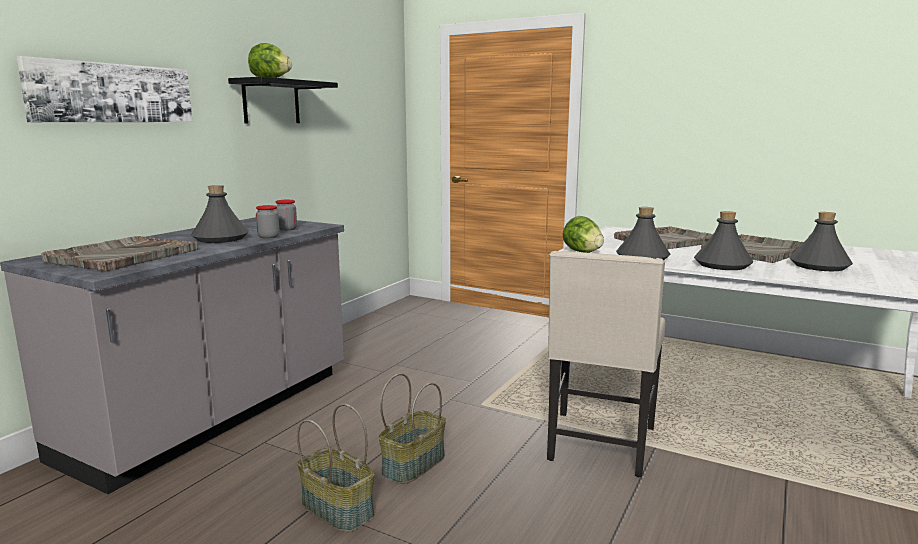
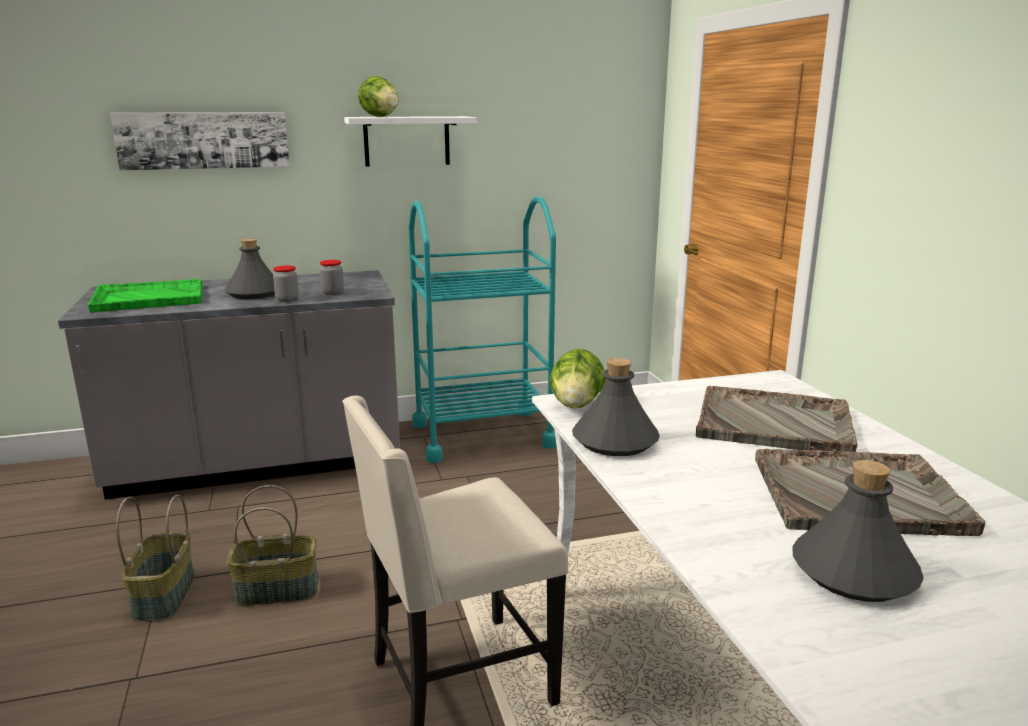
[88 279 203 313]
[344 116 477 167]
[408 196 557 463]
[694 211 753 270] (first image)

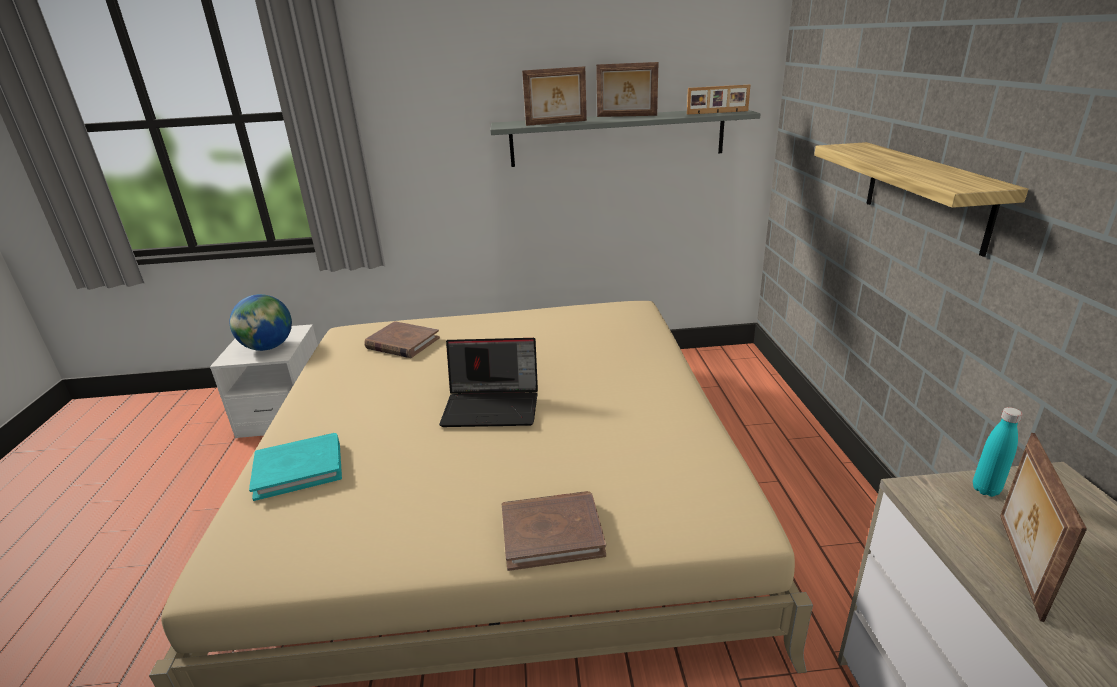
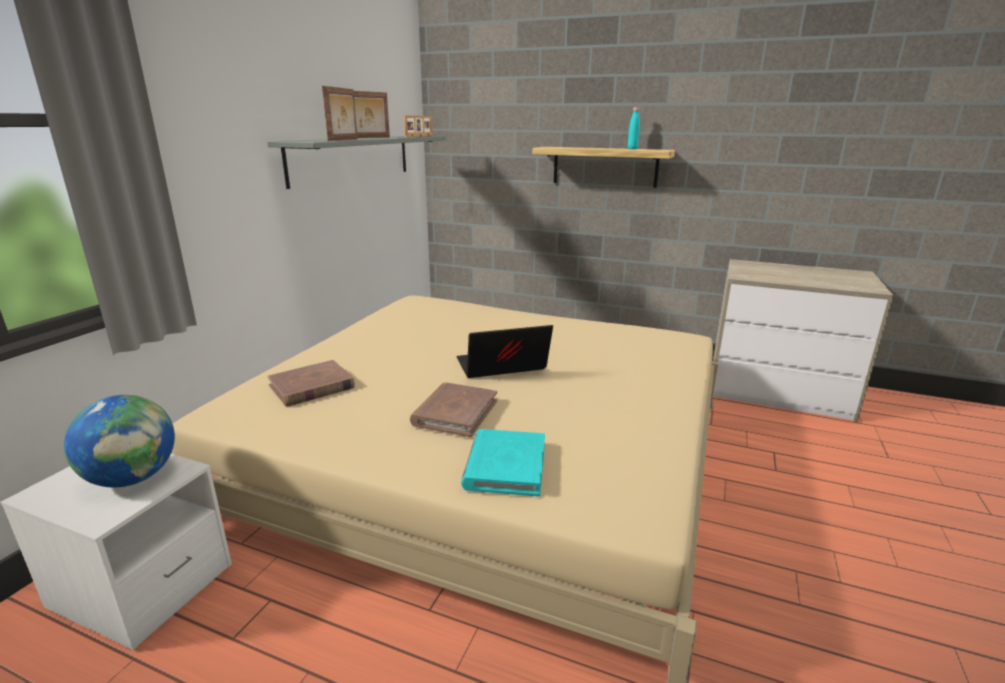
[410 382 497 437]
[456 325 553 378]
[628 107 640 149]
[1000 433 1087 622] (first image)

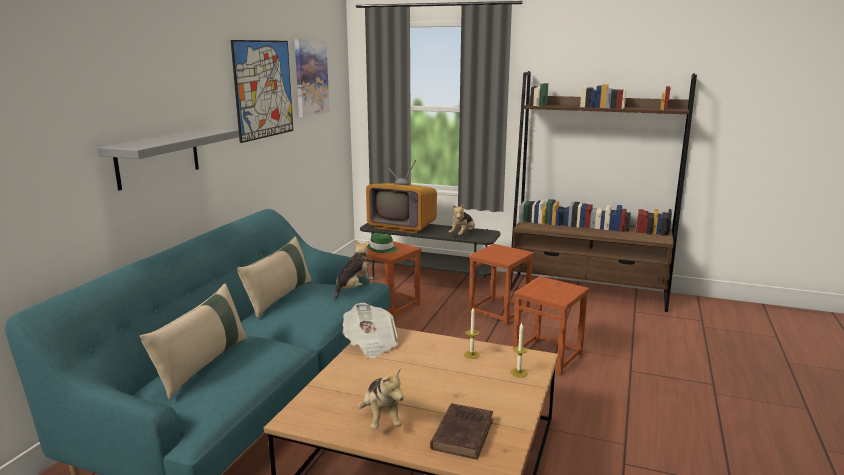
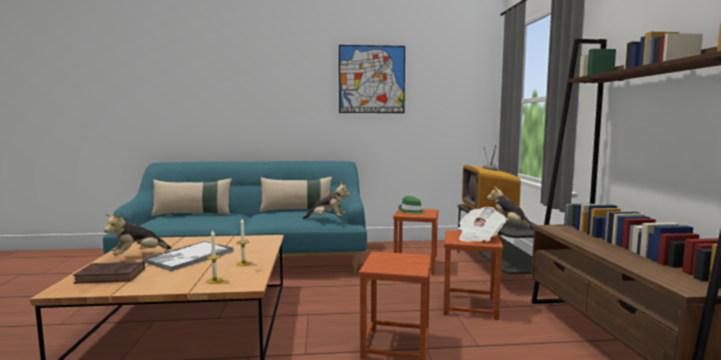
[142 241 234 271]
[458 207 506 242]
[487 186 534 230]
[97 128 239 191] (first image)
[295 40 330 117] (first image)

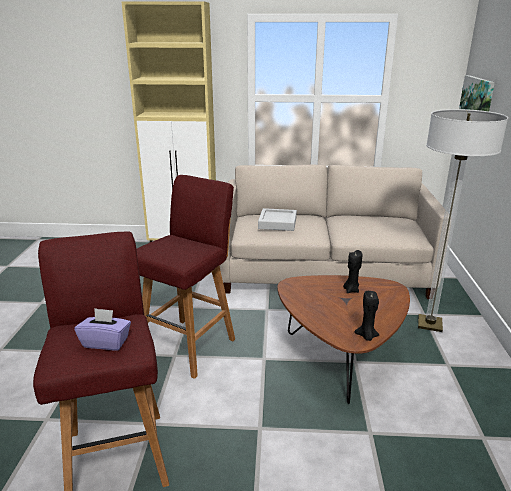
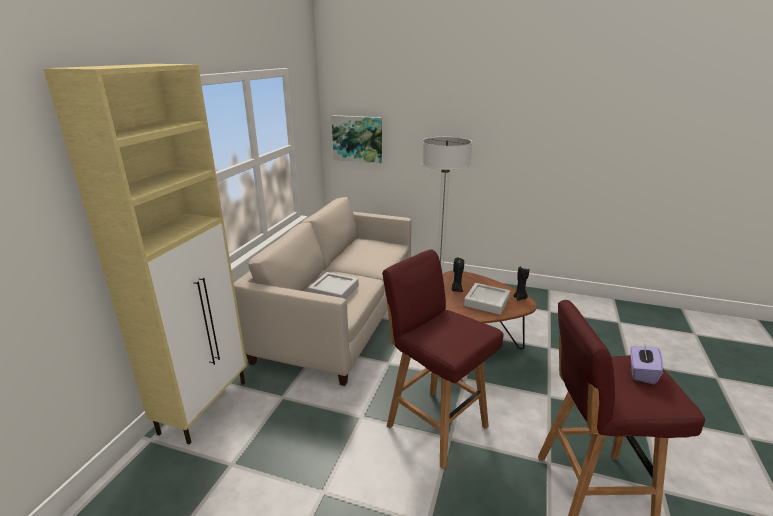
[464 283 510 315]

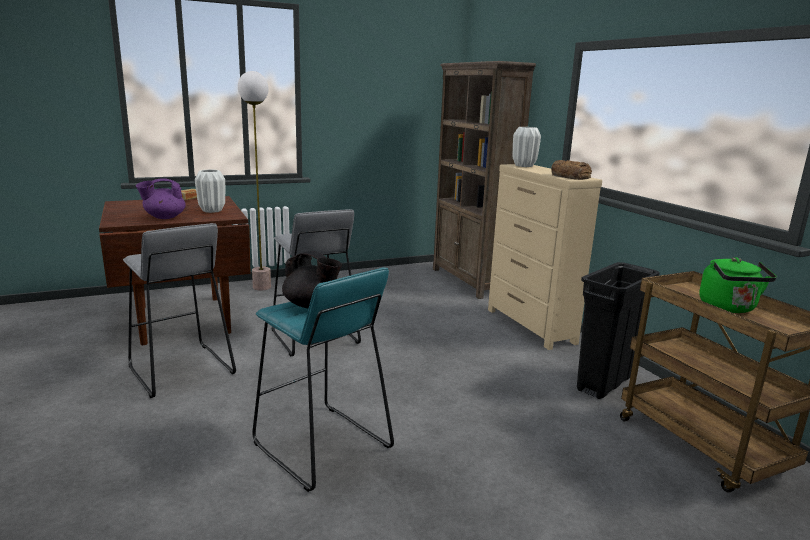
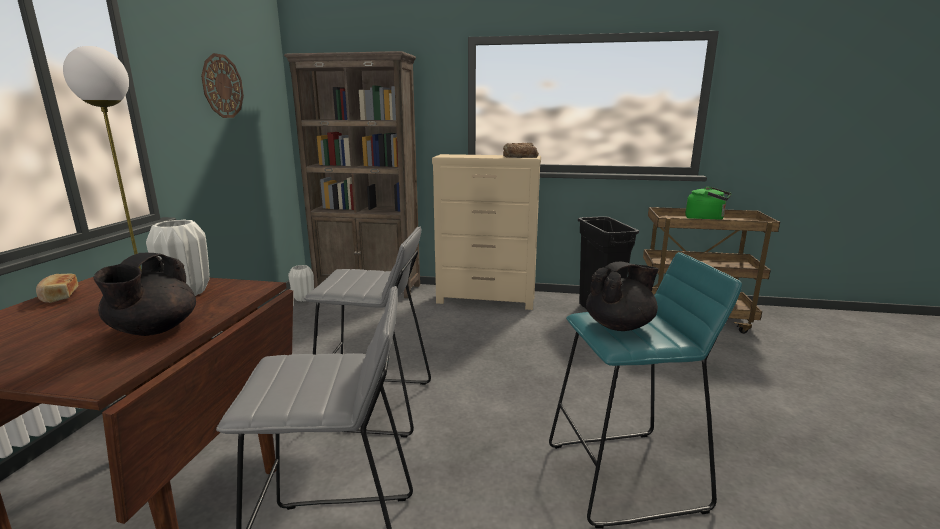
[93 253 196 336]
[201 53 244 118]
[288 265 314 302]

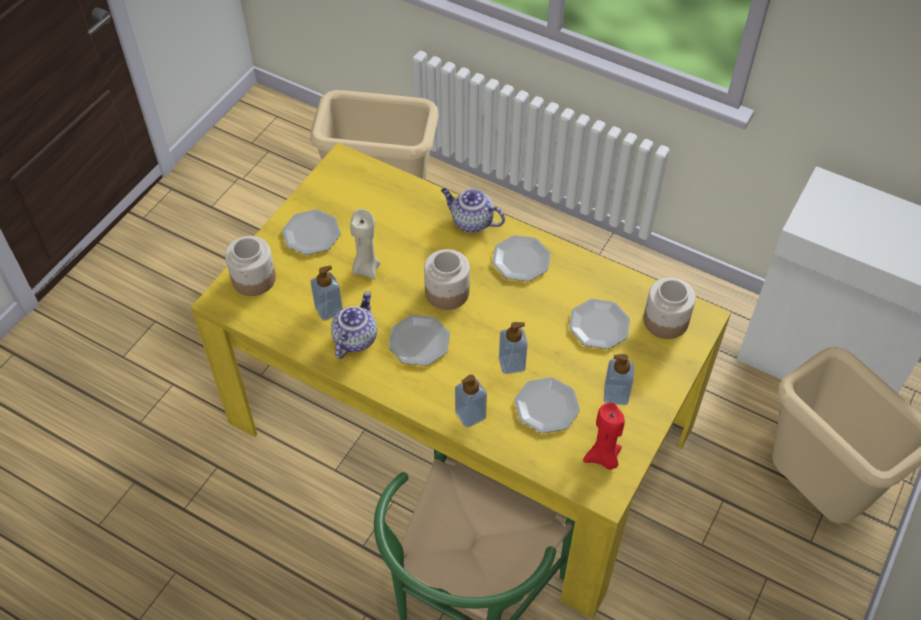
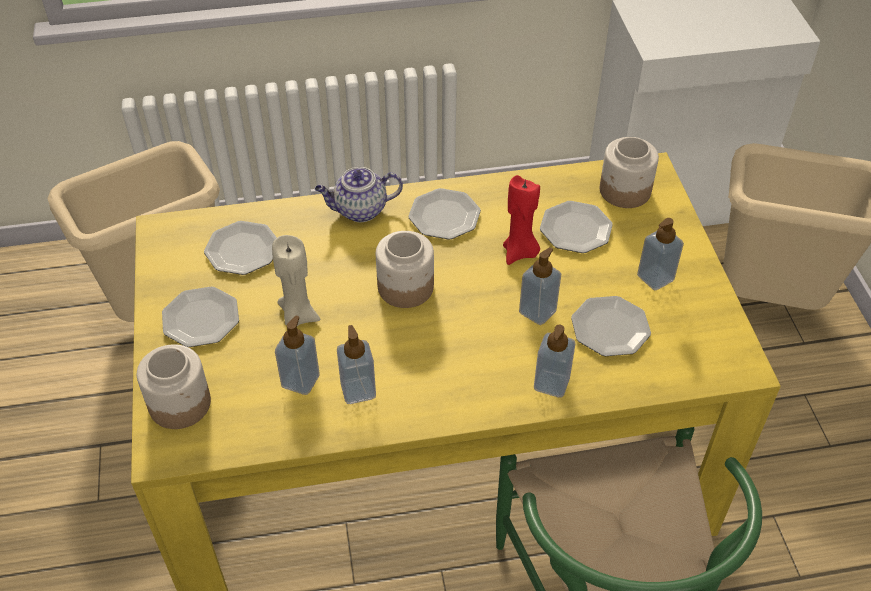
[204 221 277 275]
[337 325 376 404]
[503 175 540 265]

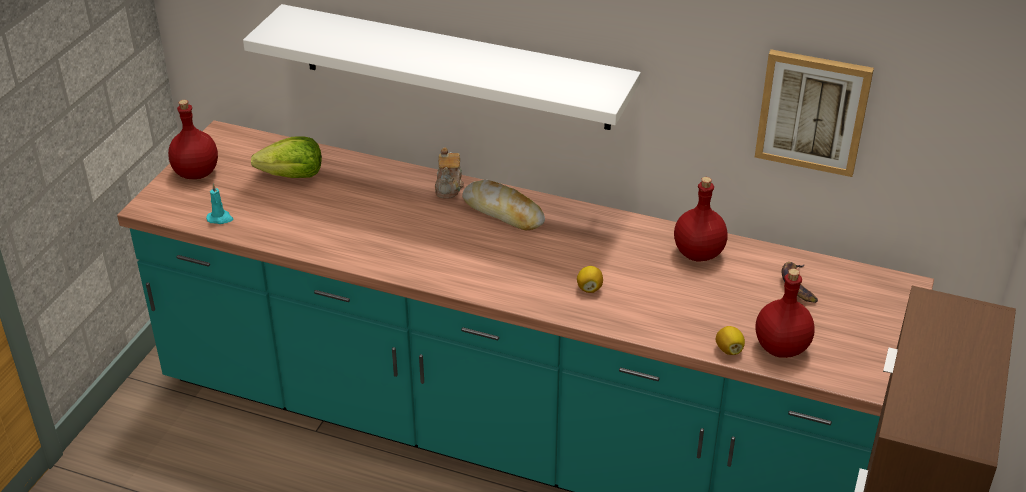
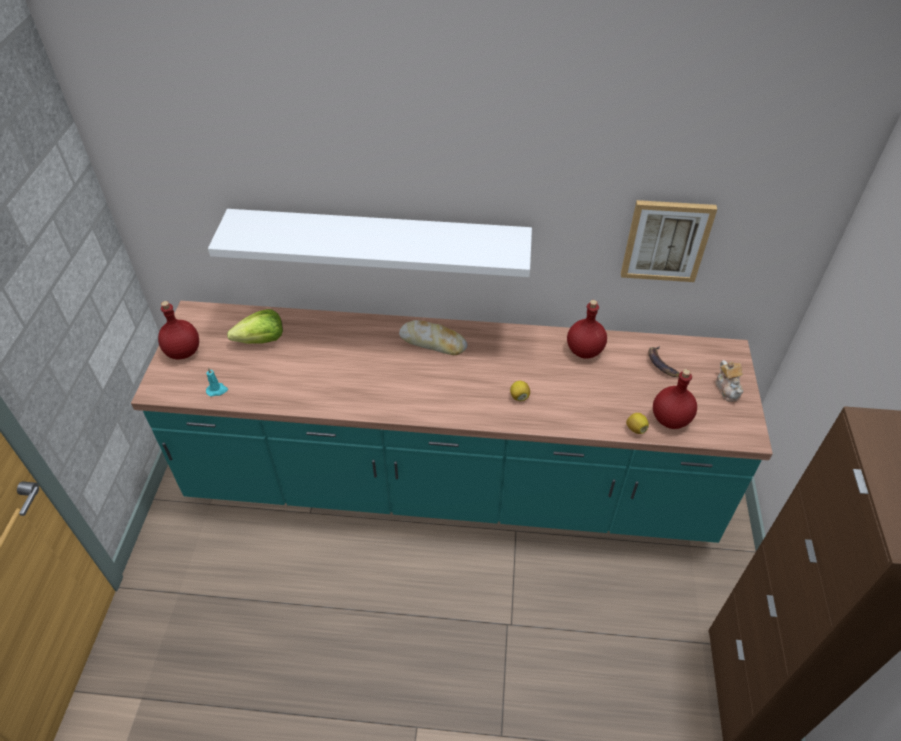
[716 360 743 402]

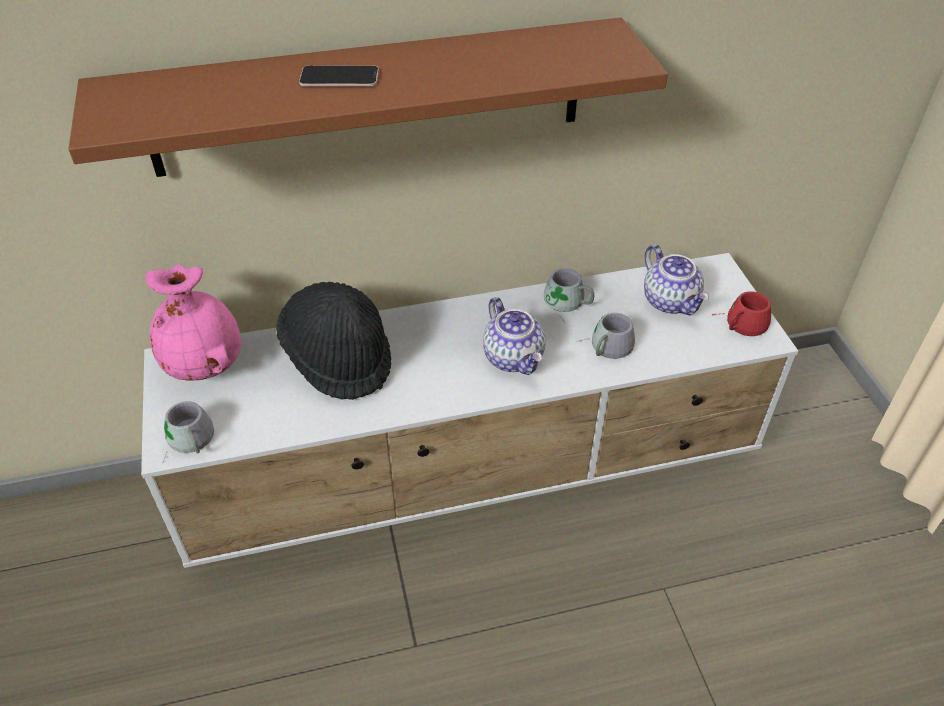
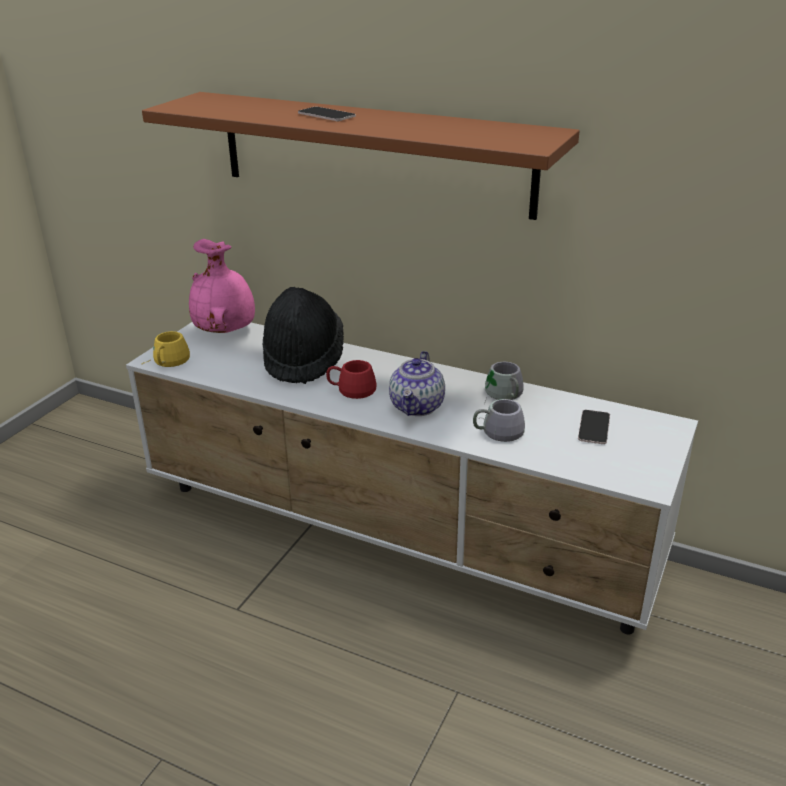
[142 331 190 367]
[326 360 376 399]
[578 410 610 444]

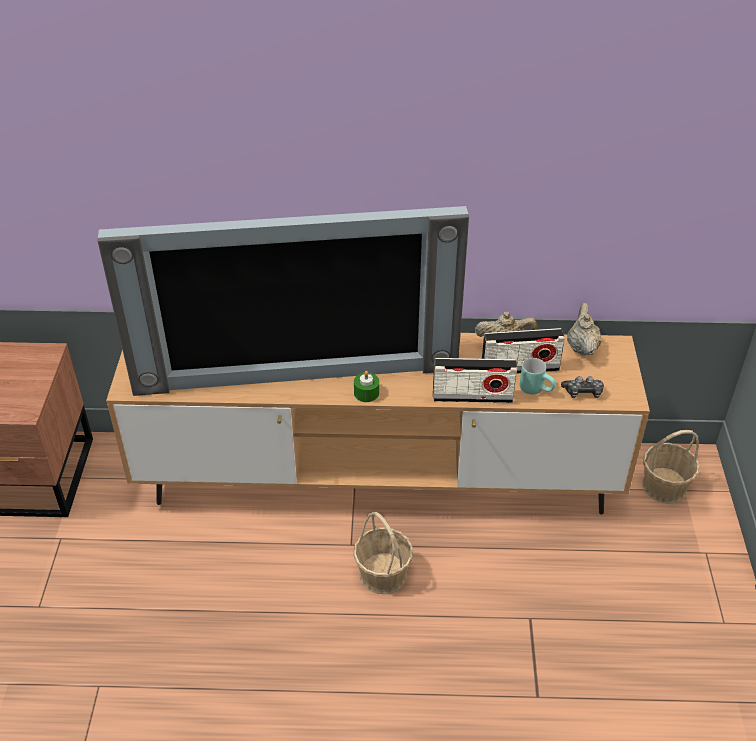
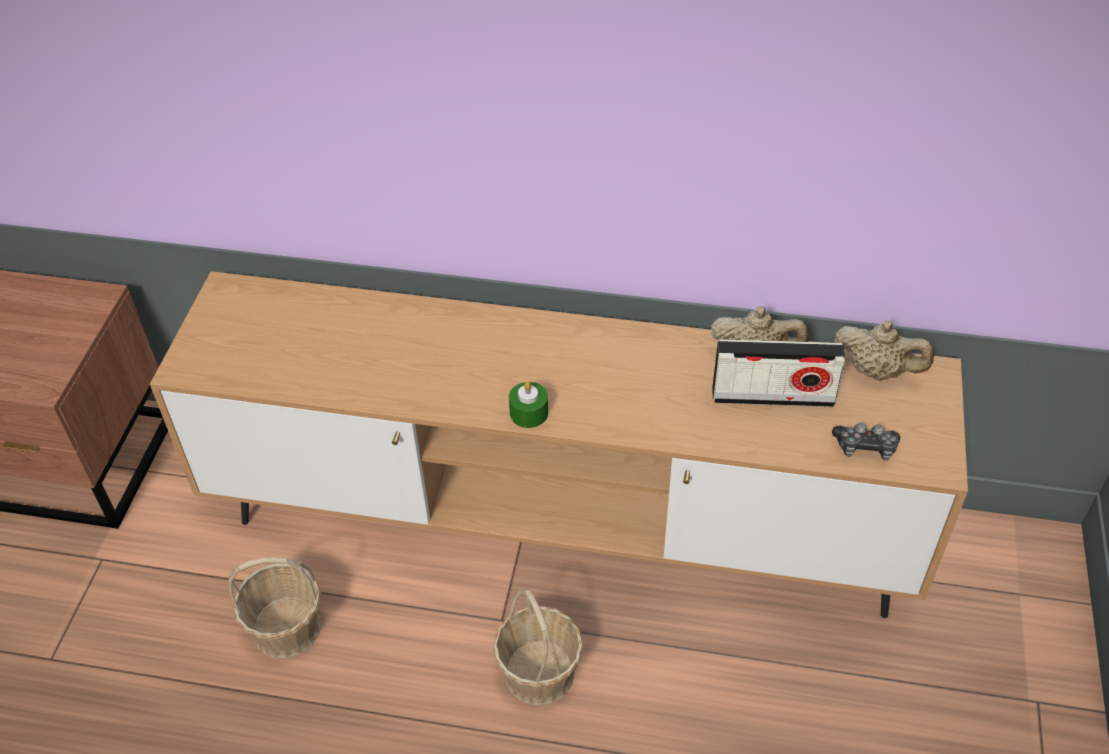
[228 557 321 658]
[834 320 934 381]
[97 206 469 396] (first image)
[433 358 517 403] (first image)
[520 358 556 395] (first image)

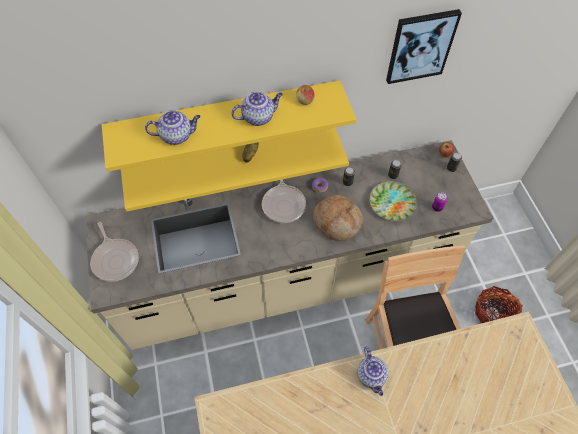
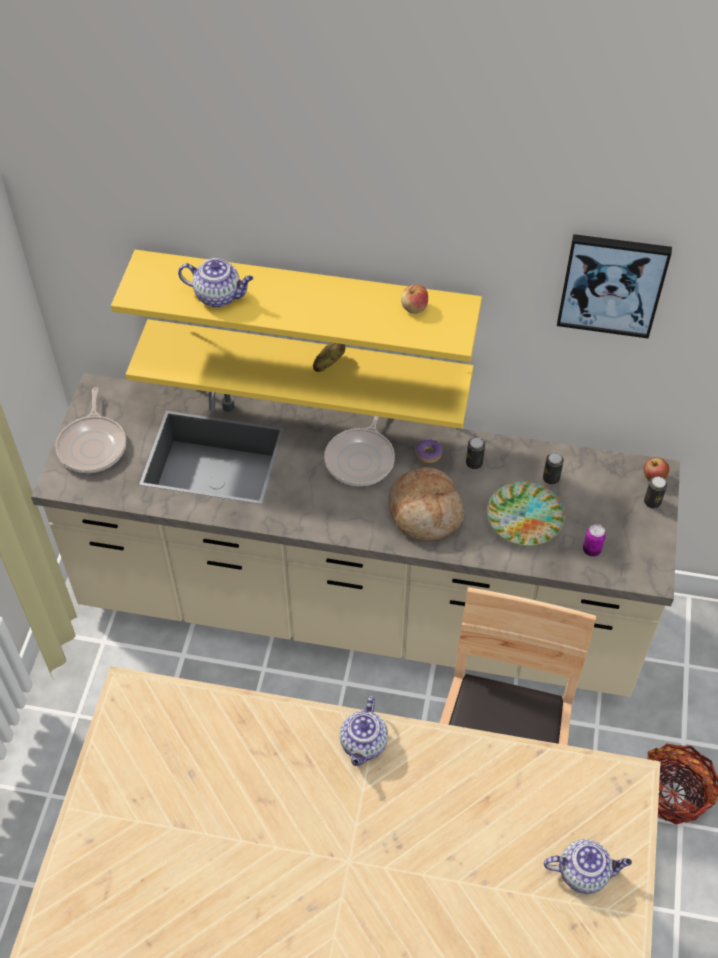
[544 839 632 894]

